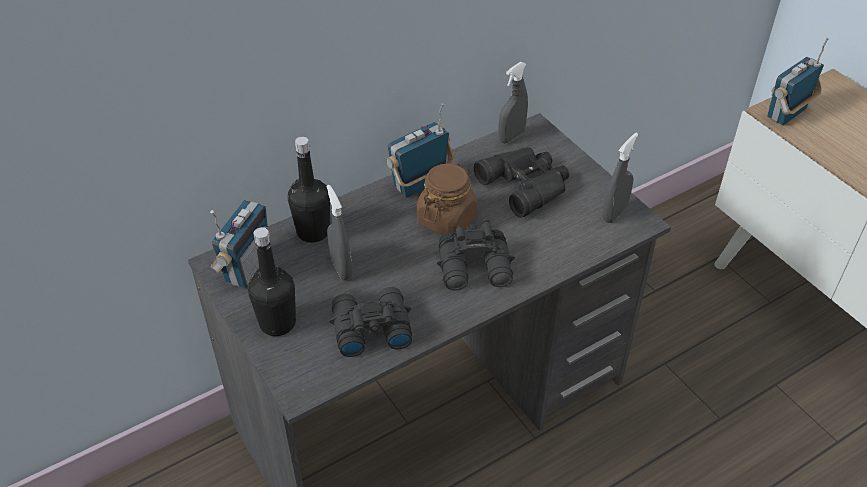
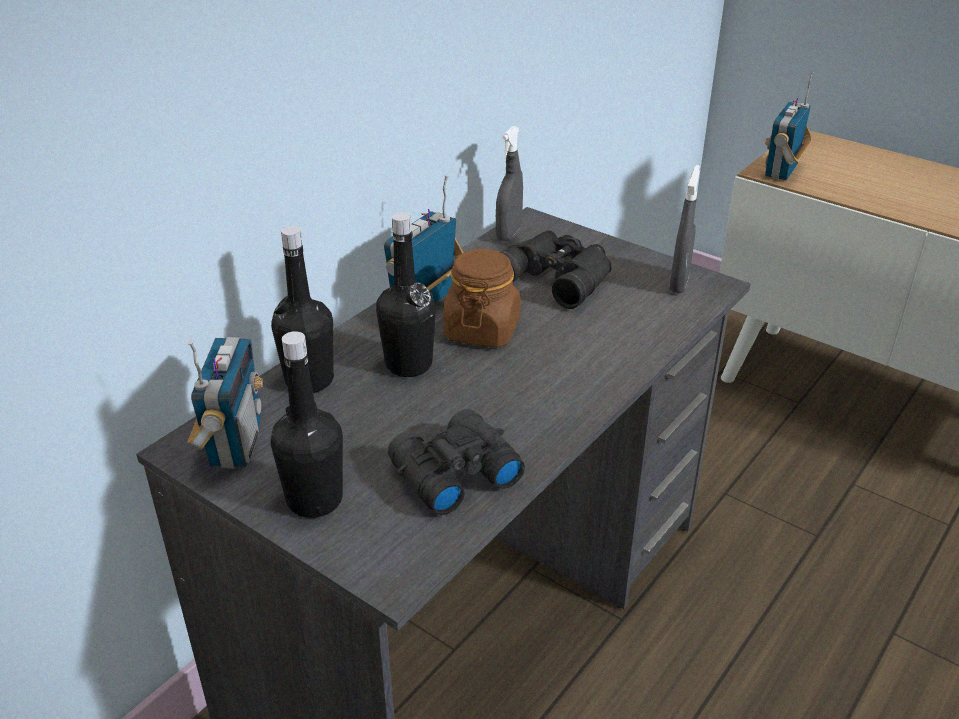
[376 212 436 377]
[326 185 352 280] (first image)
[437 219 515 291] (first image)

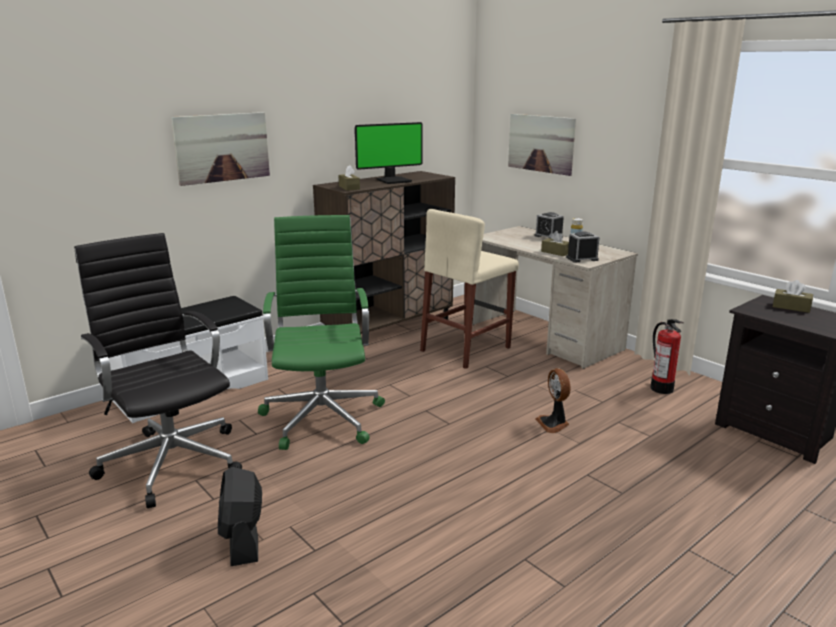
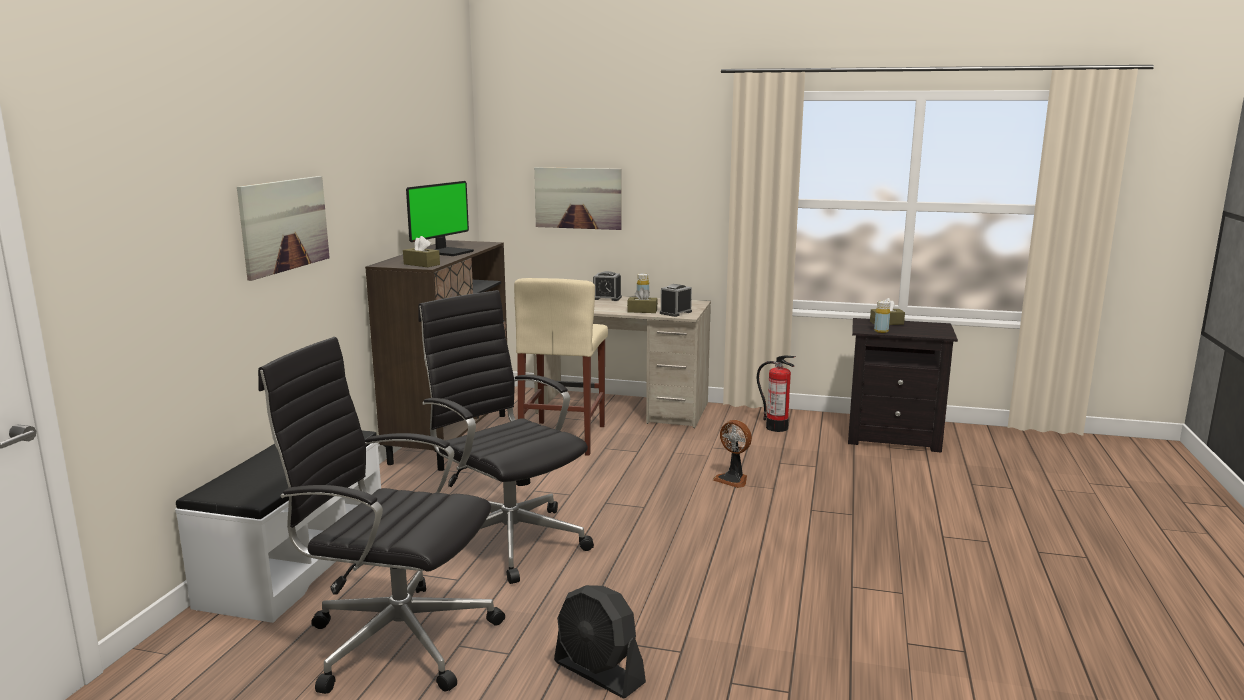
[418 290 594 584]
[874 301 890 333]

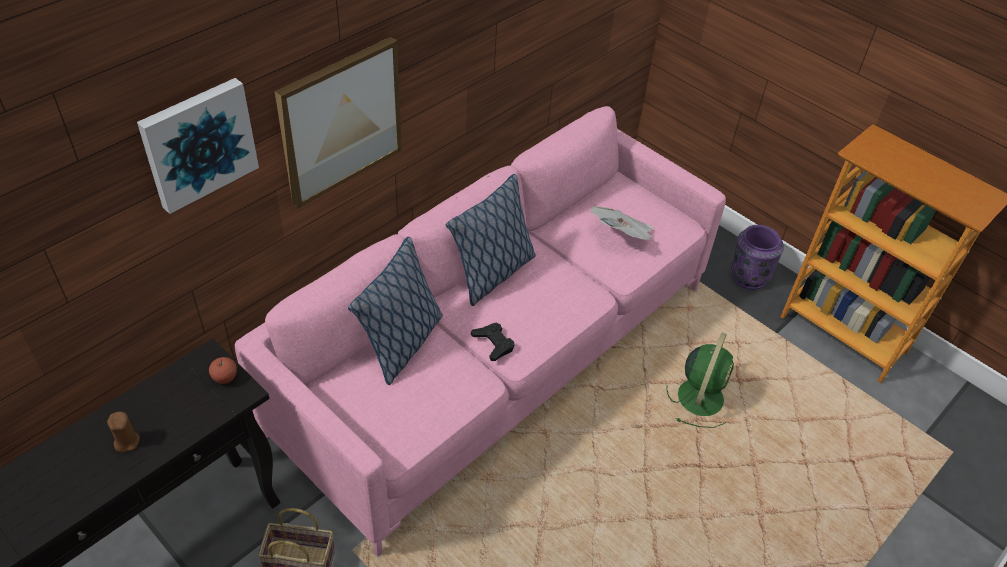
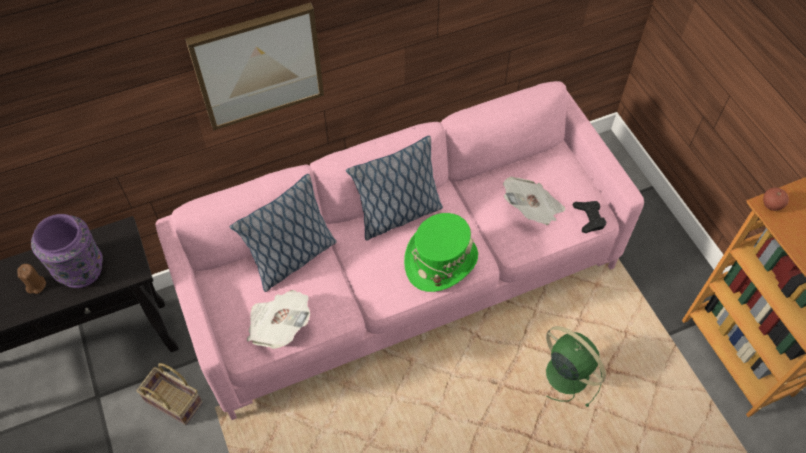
[31 214 103 288]
[247 290 310 349]
[404 213 478 292]
[546 326 606 408]
[572 201 607 233]
[763 188 789 211]
[137 78 259 214] (first image)

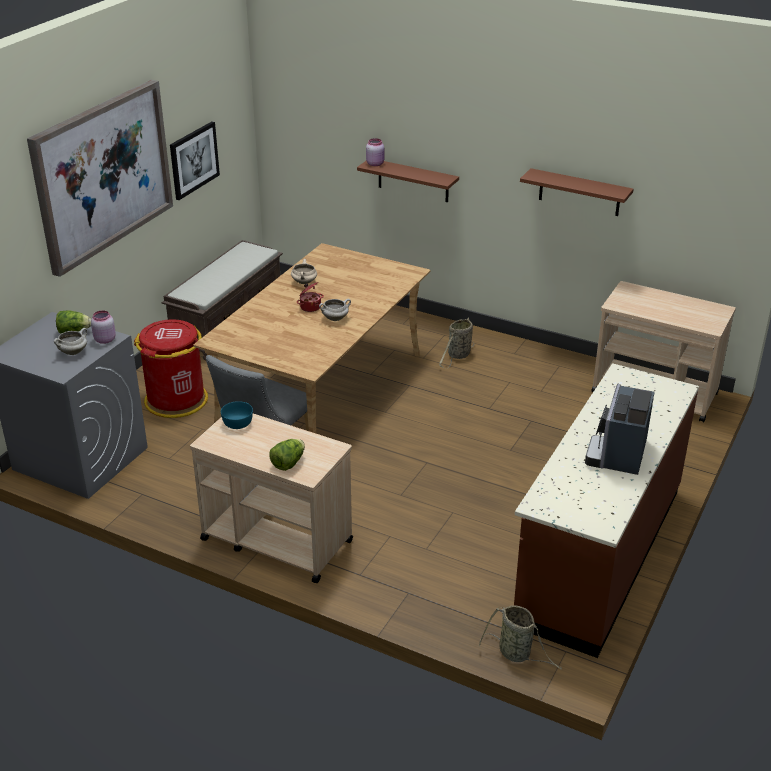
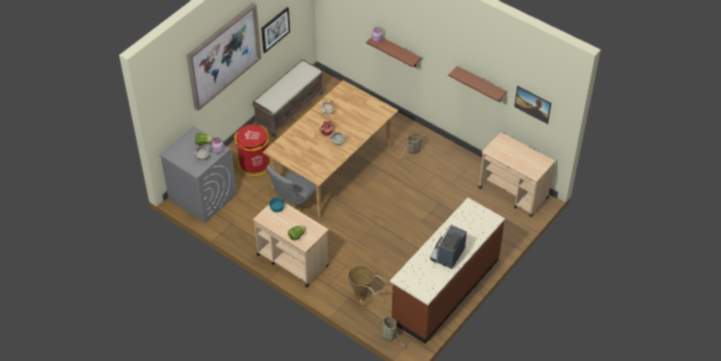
[348 265 386 305]
[514 86 551 124]

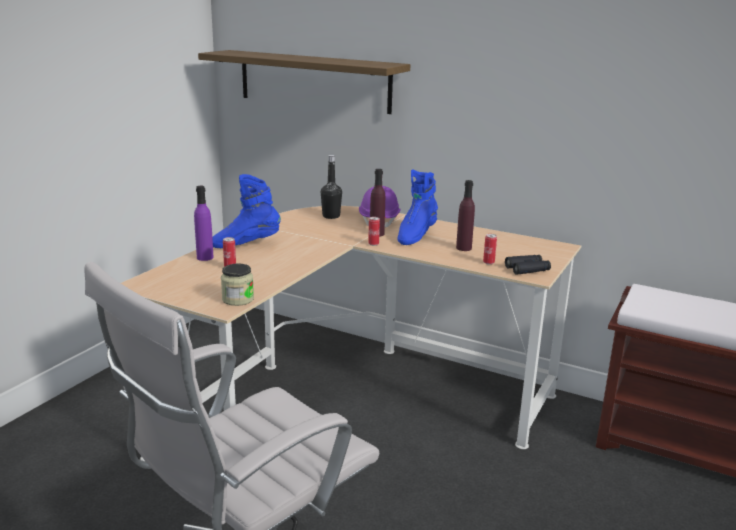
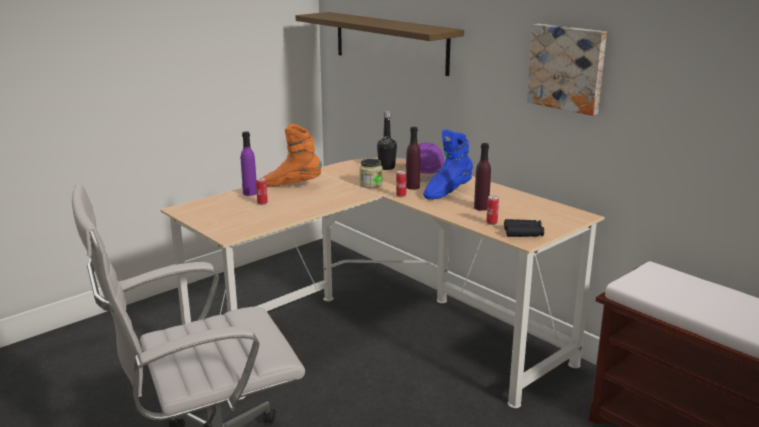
[264 124 322 187]
[360 159 383 188]
[527 24 607 116]

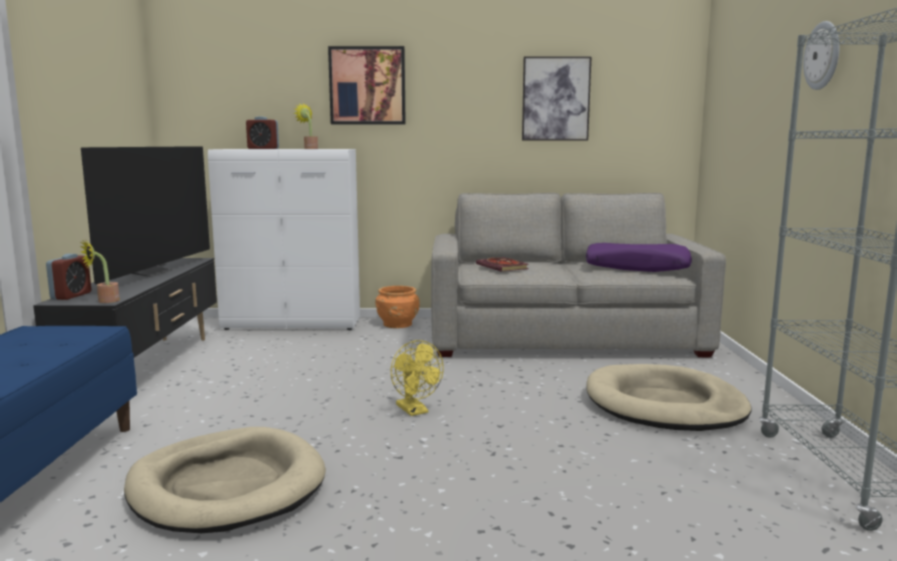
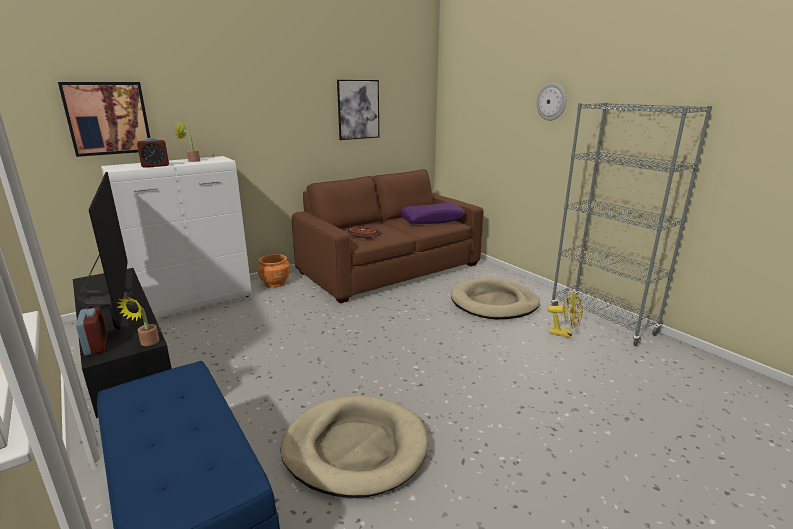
[58 82 150 157]
[292 169 484 303]
[548 292 583 338]

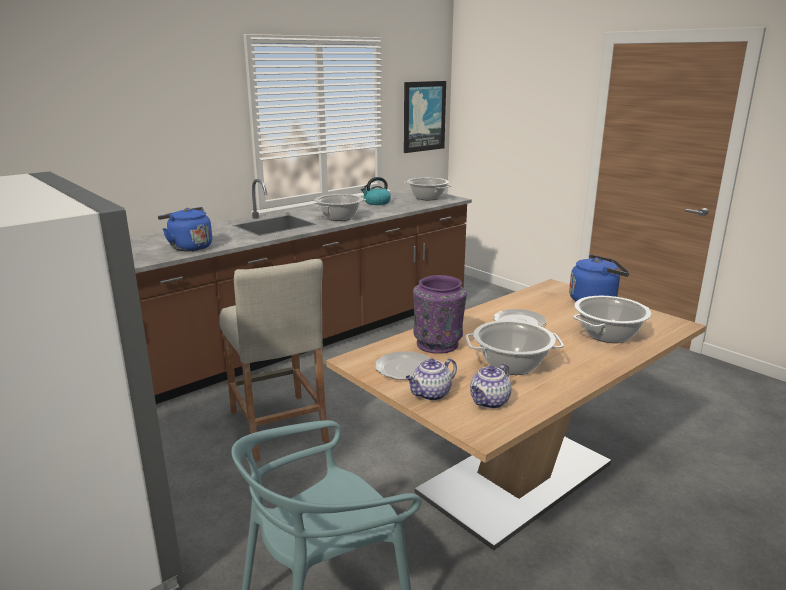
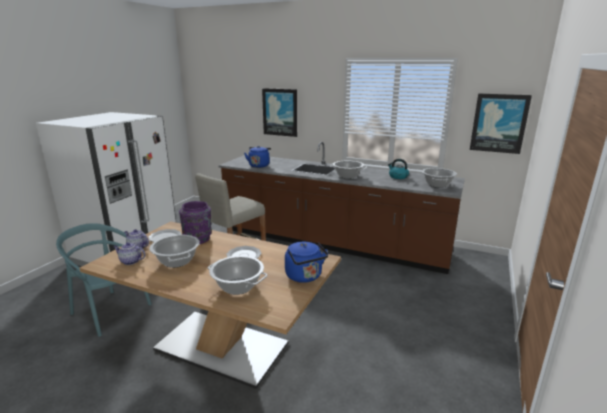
[262 88 297 137]

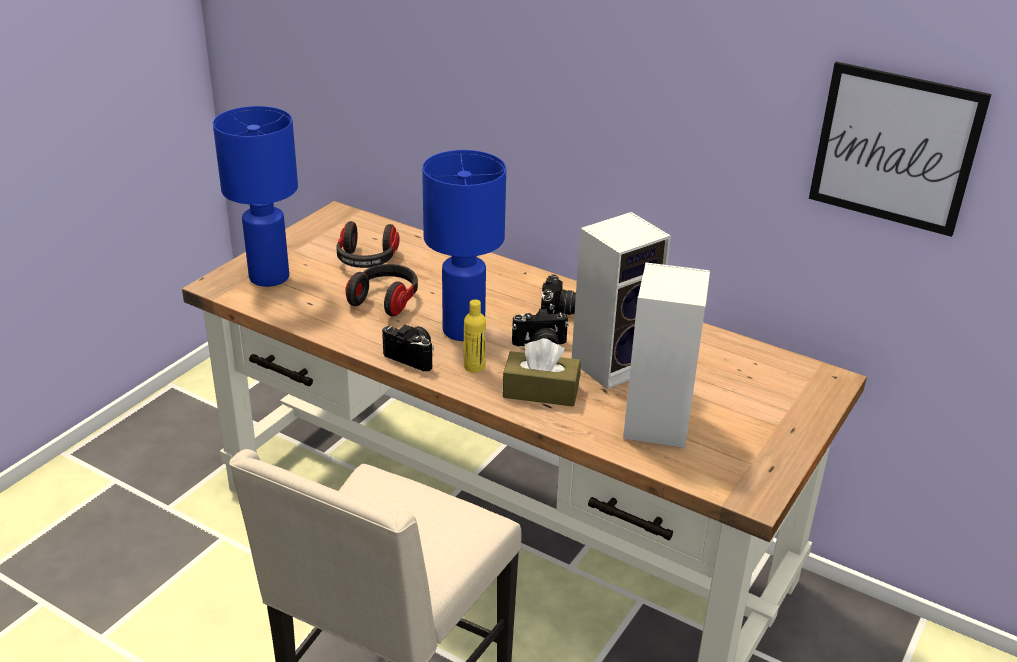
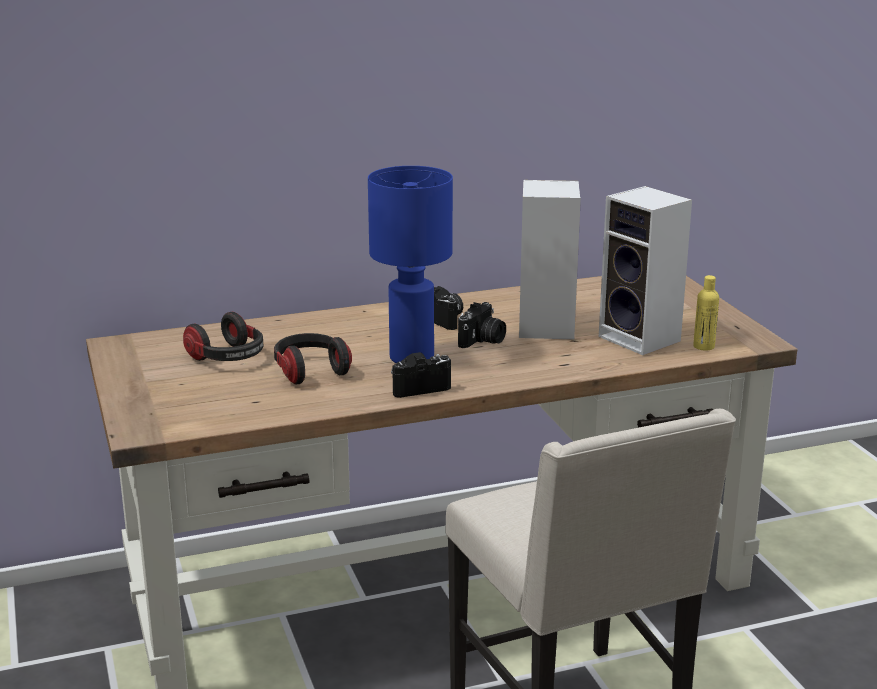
[693 275 719 351]
[213 106 298 287] (first image)
[503 338 581 407] (first image)
[809 62 991 237] (first image)

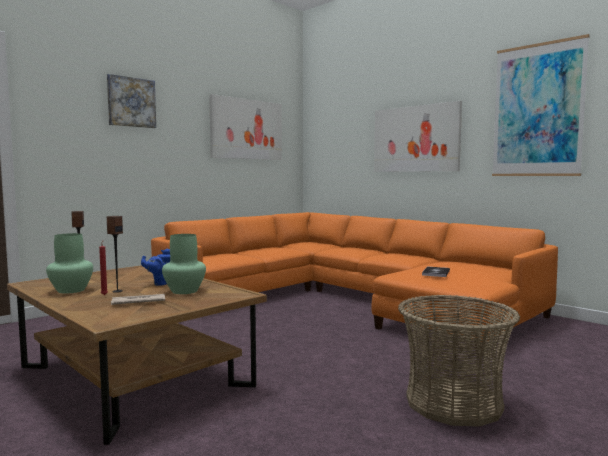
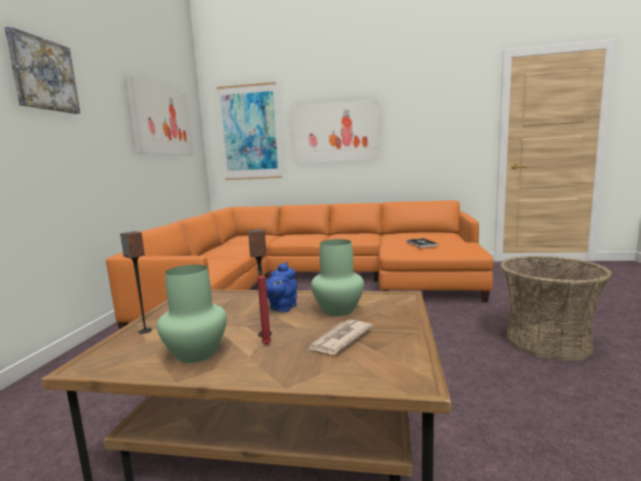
[217 82 282 180]

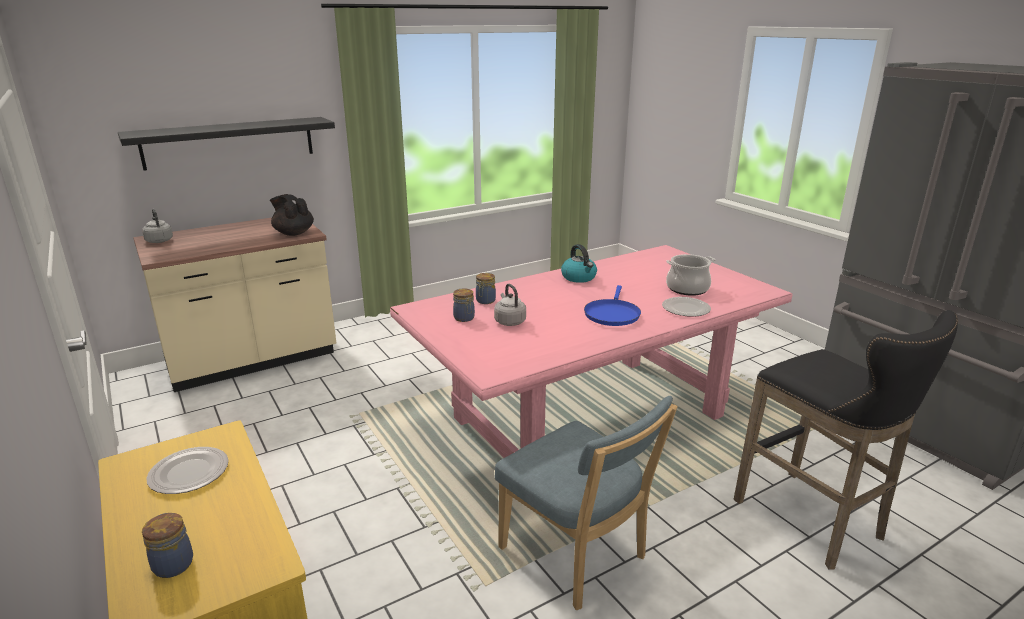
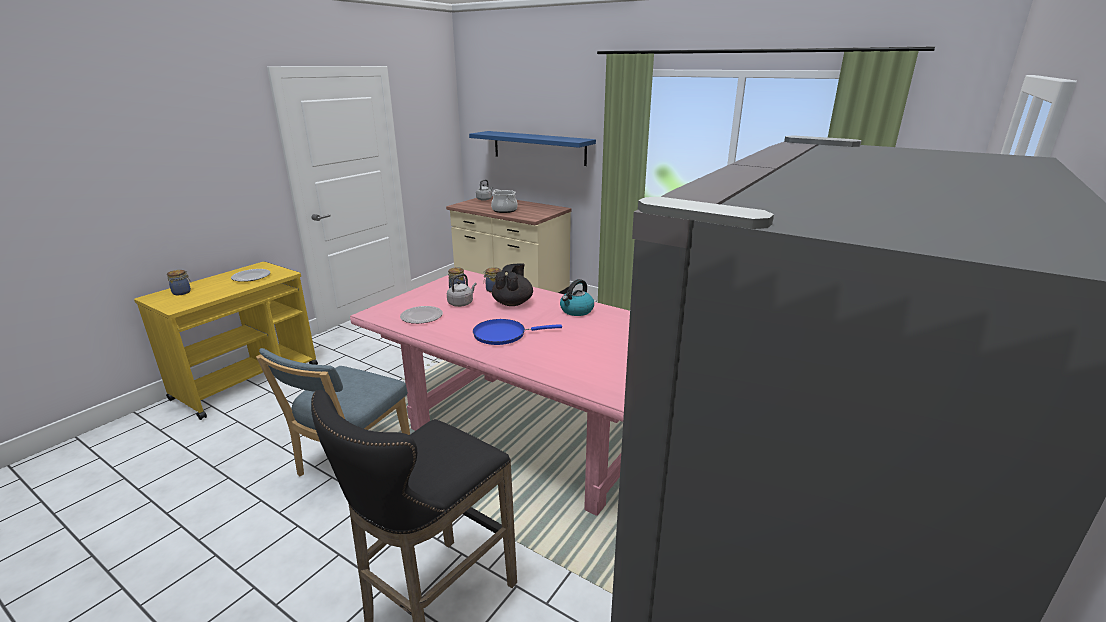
[400 306 443 324]
[469 131 596 166]
[491 189 518 213]
[492 263 533 306]

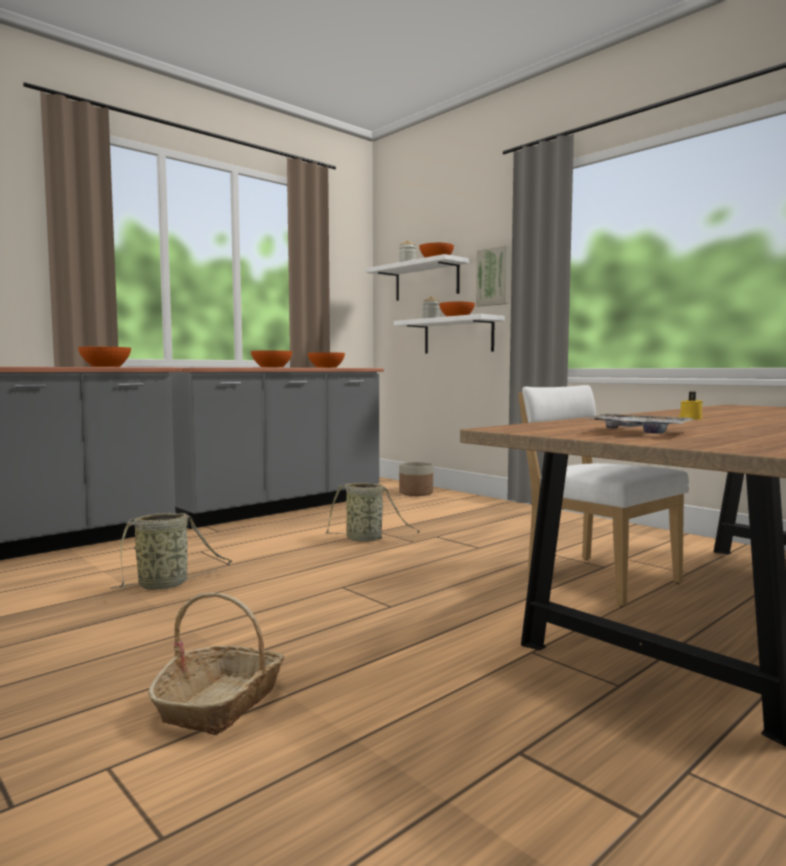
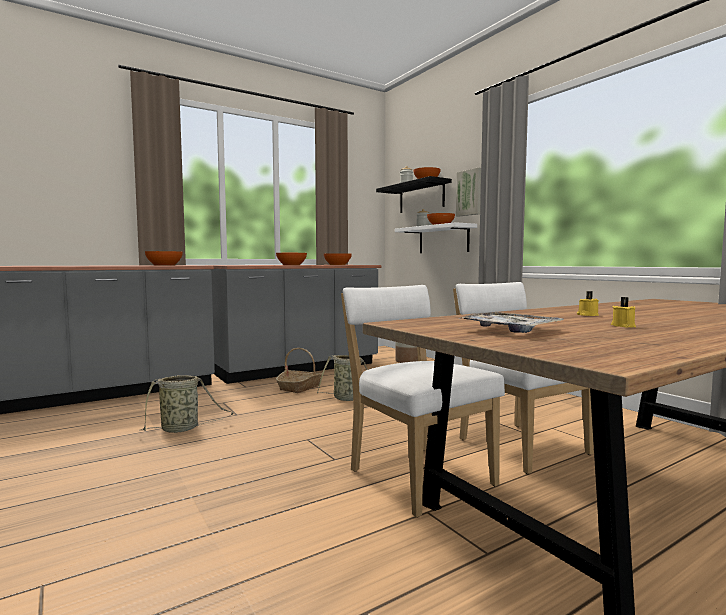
[276 348 324 393]
[341 285 505 517]
[376 176 452 213]
[611 297 636 327]

